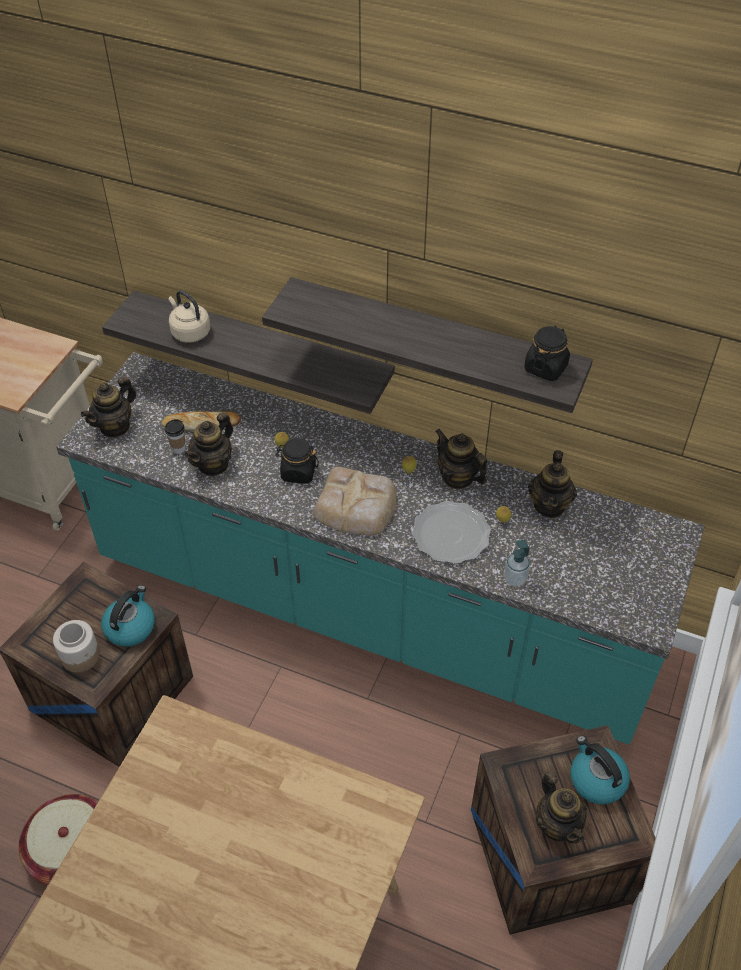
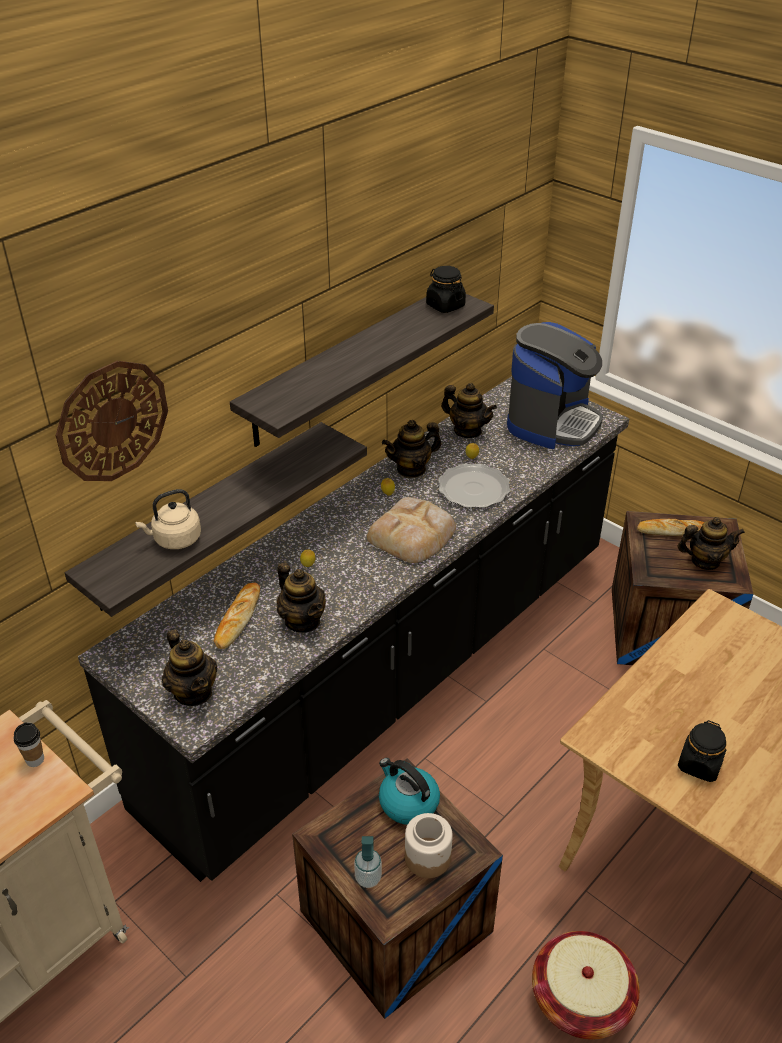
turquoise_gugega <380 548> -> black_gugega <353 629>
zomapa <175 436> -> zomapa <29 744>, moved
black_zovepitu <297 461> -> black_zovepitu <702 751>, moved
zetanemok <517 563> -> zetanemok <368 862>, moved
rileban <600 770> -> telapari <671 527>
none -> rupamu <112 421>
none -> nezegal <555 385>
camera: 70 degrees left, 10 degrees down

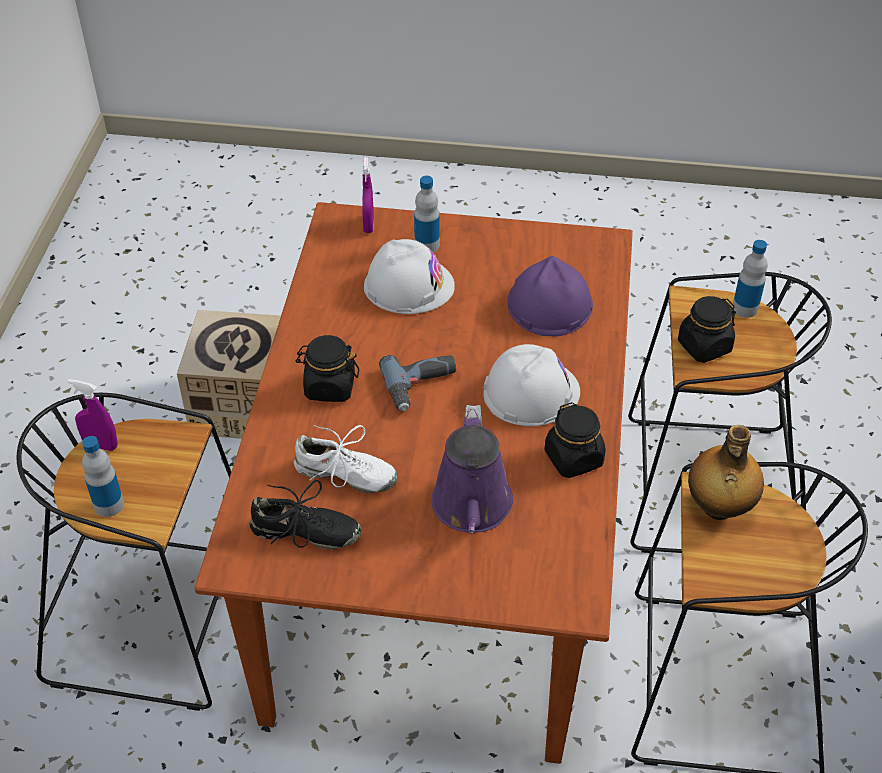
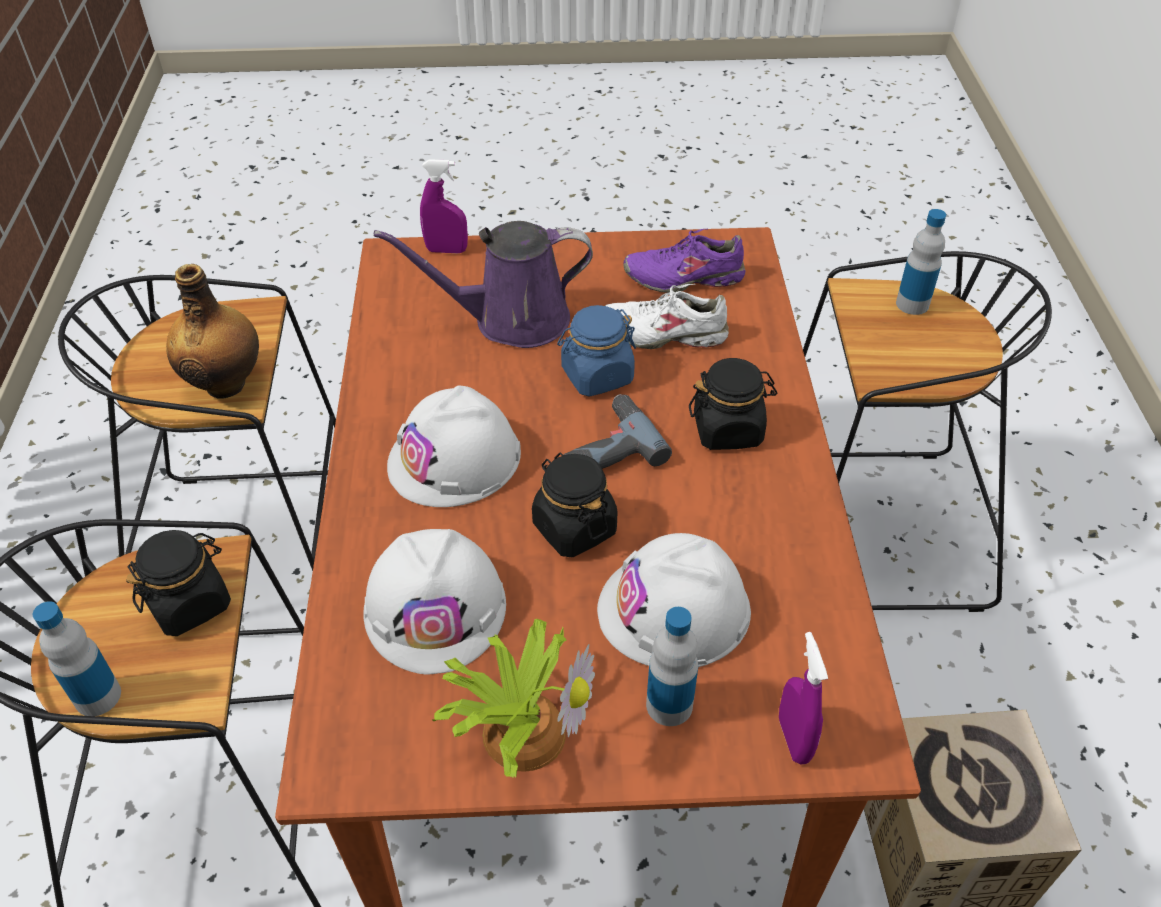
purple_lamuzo <93 415> -> purple_lamuzo <444 206>, moved
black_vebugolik <305 515> -> purple_vebugolik <684 261>
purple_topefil <472 469> -> purple_topefil <483 284>, 90 degrees counterclockwise
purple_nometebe <550 296> -> white_nometebe <434 602>
black_zovepitu <575 440> -> black_zovepitu <575 504>, moved
none -> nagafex <513 698>
none -> blue_zovepitu <596 351>
camera: 170 degrees right, 0 degrees up

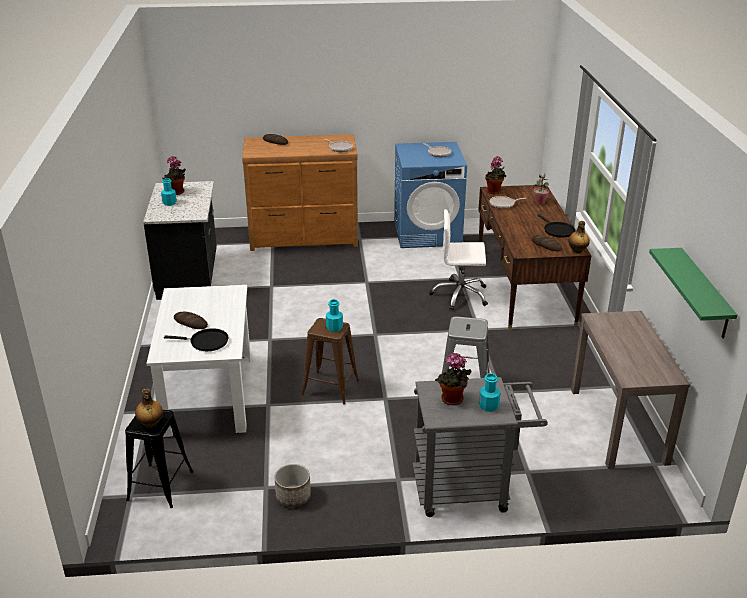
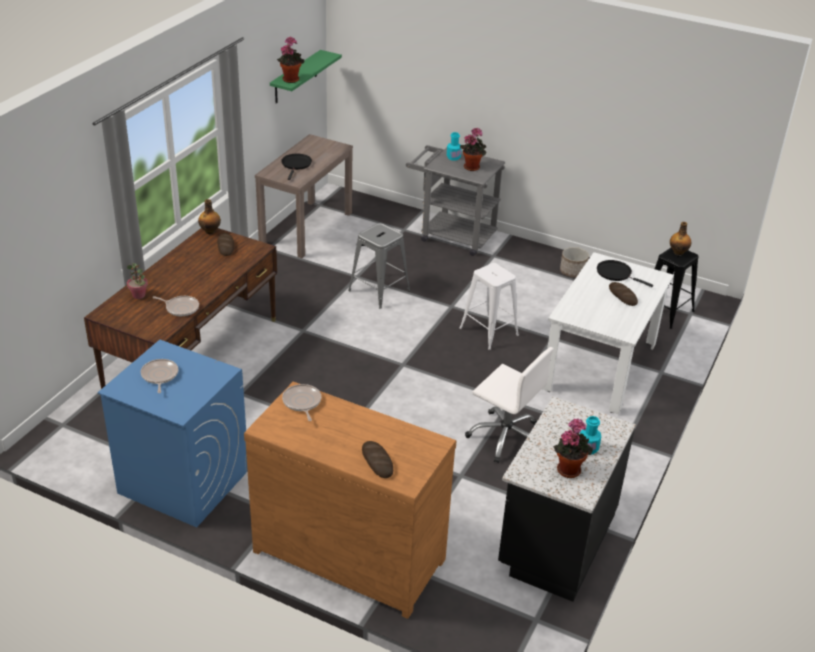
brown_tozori <330 361> -> white_tozori <489 306>
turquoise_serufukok <334 315> -> none
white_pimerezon <458 259> -> white_pimerezon <509 405>, moved
nagafex <495 175> -> nagafex <290 60>, moved
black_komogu <556 226> -> black_komogu <296 167>, moved
camera: 150 degrees left, 5 degrees up

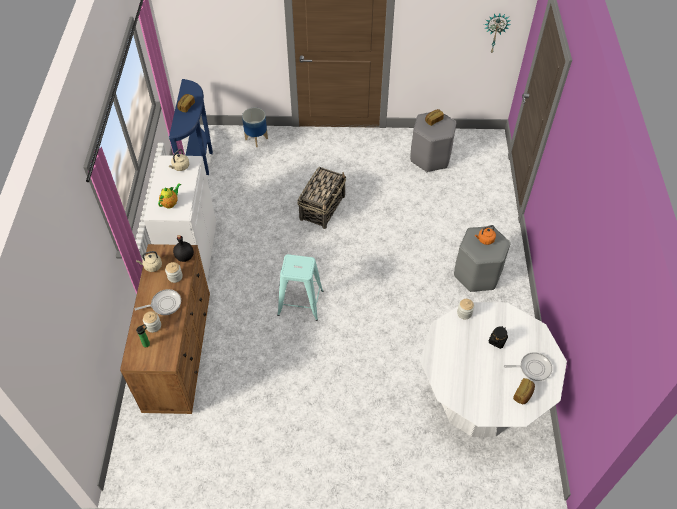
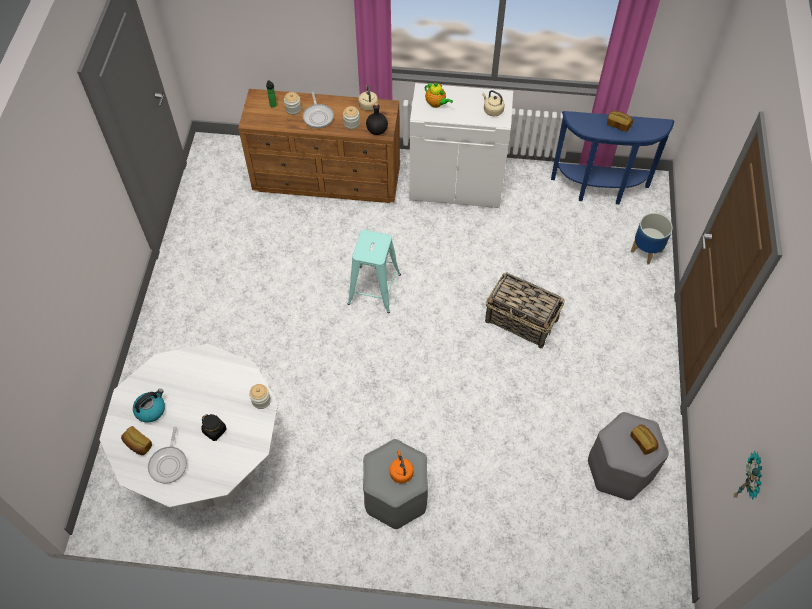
none -> rileban <149 406>
camera: 95 degrees right, 5 degrees up

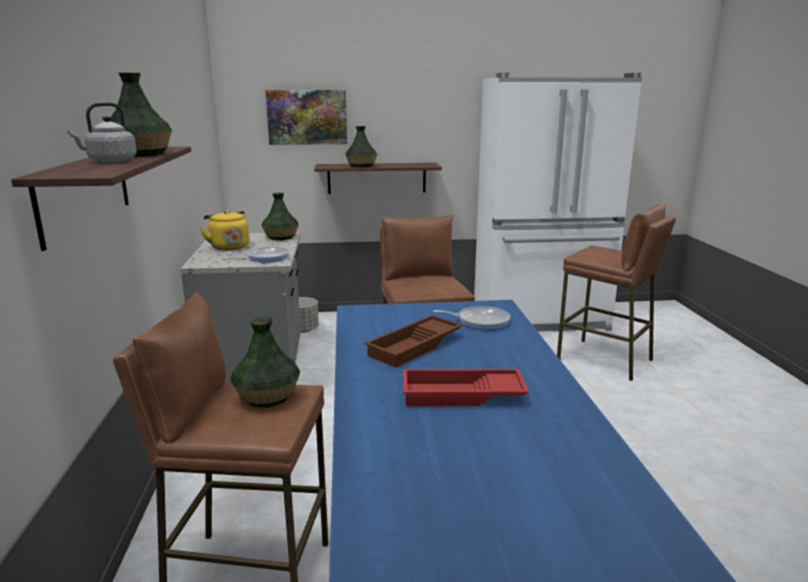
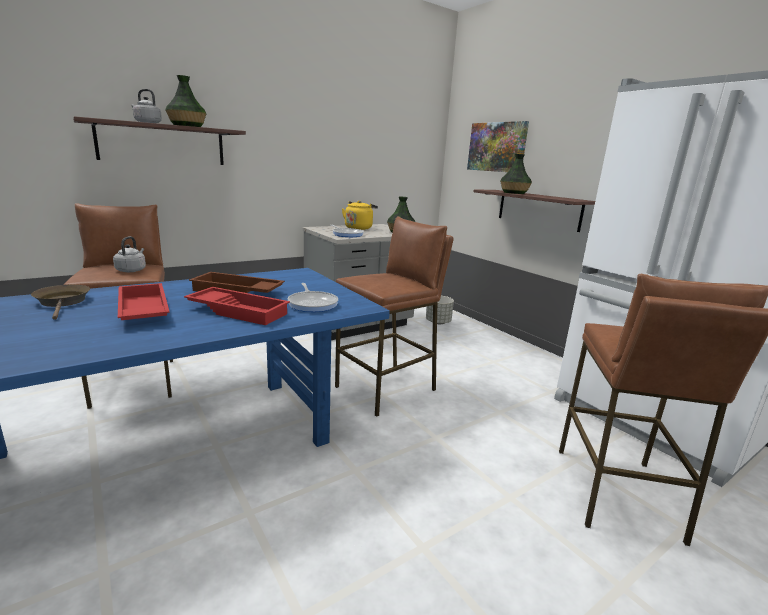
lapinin <265 362> -> grey_rileban <129 254>
none -> brown_komogu <60 302>
none -> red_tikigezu <237 306>
camera: 60 degrees right, 0 degrees up

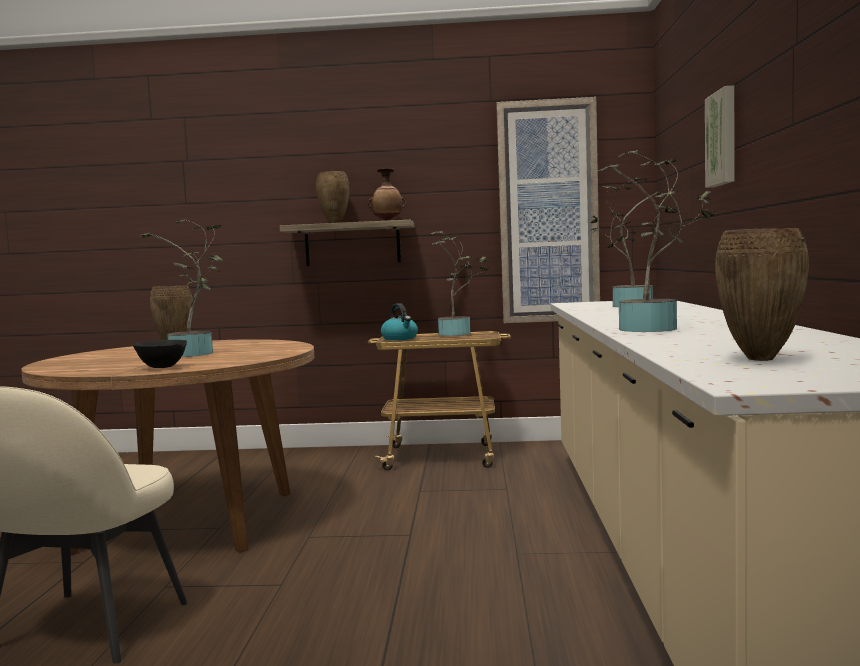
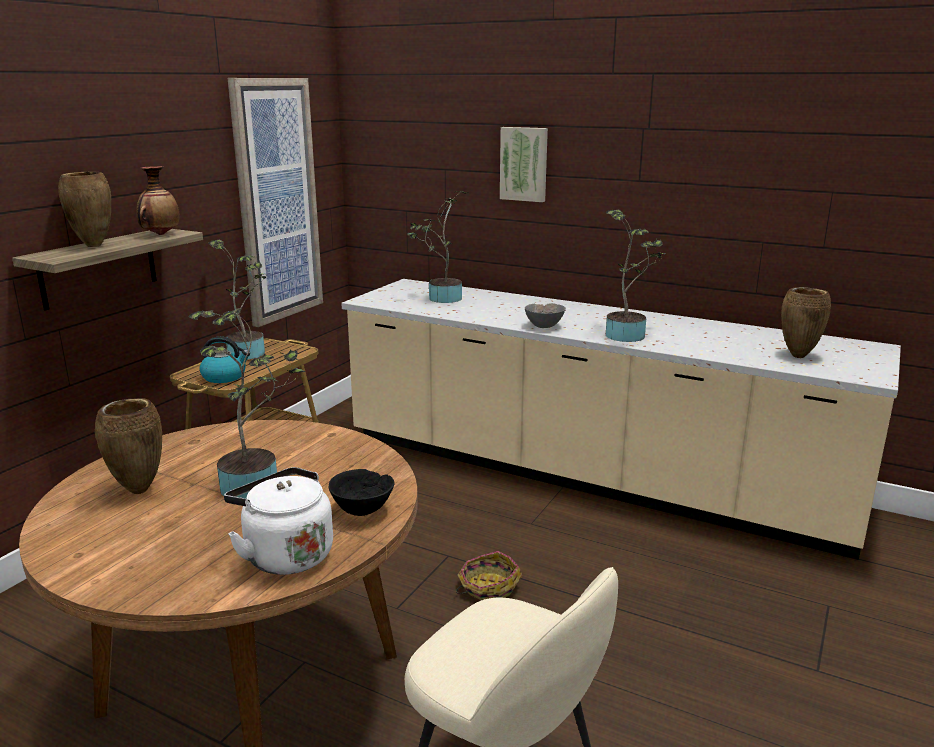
none -> white_rileban <278 521>
none -> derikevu <489 575>
none -> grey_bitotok <545 315>
camera: 65 degrees left, 15 degrees up

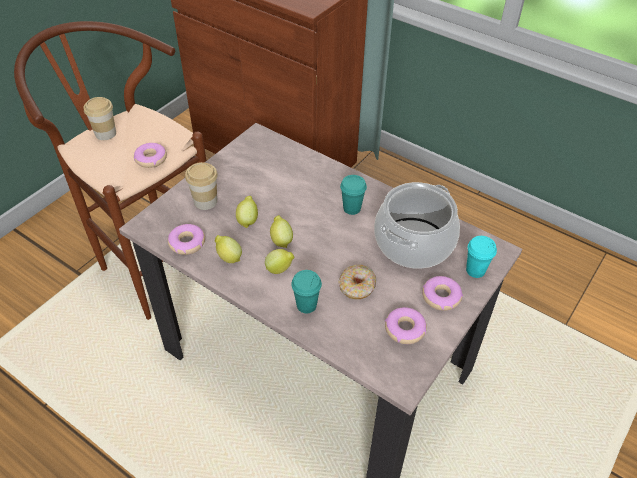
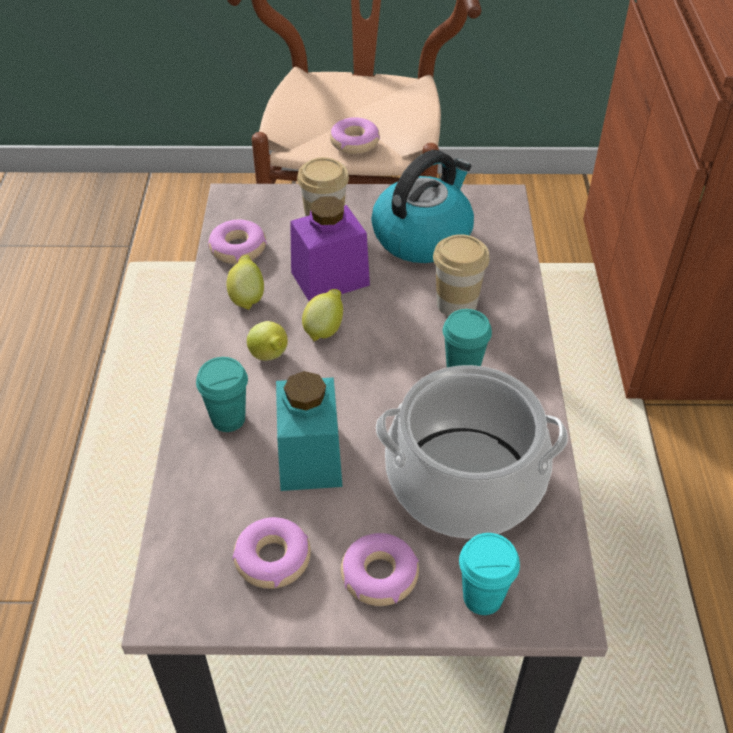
zomapa <99 118> -> zomapa <461 275>, moved
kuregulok <247 212> -> purple_zovepitu <330 248>
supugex <357 282> -> turquoise_zovepitu <309 431>
none -> rileban <422 206>
camera: 55 degrees right, 0 degrees up

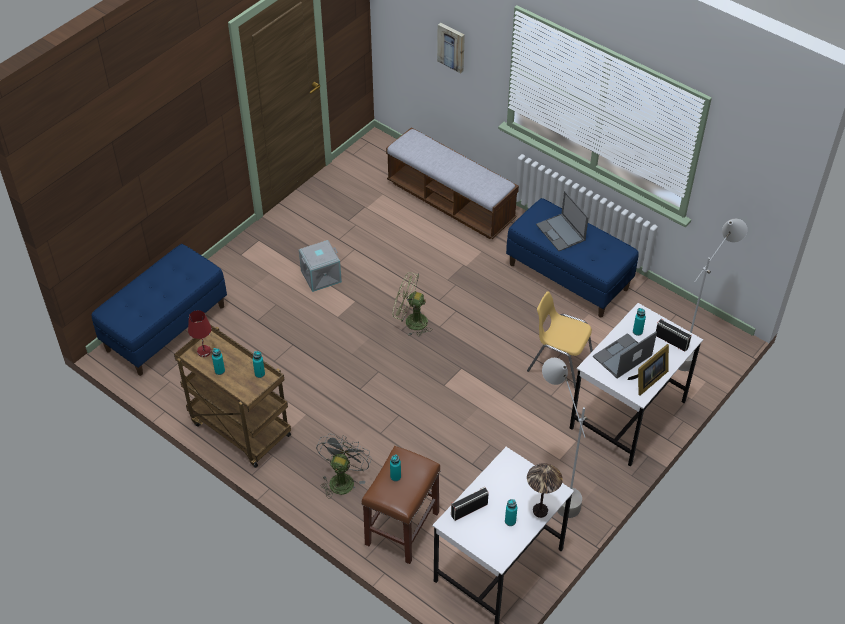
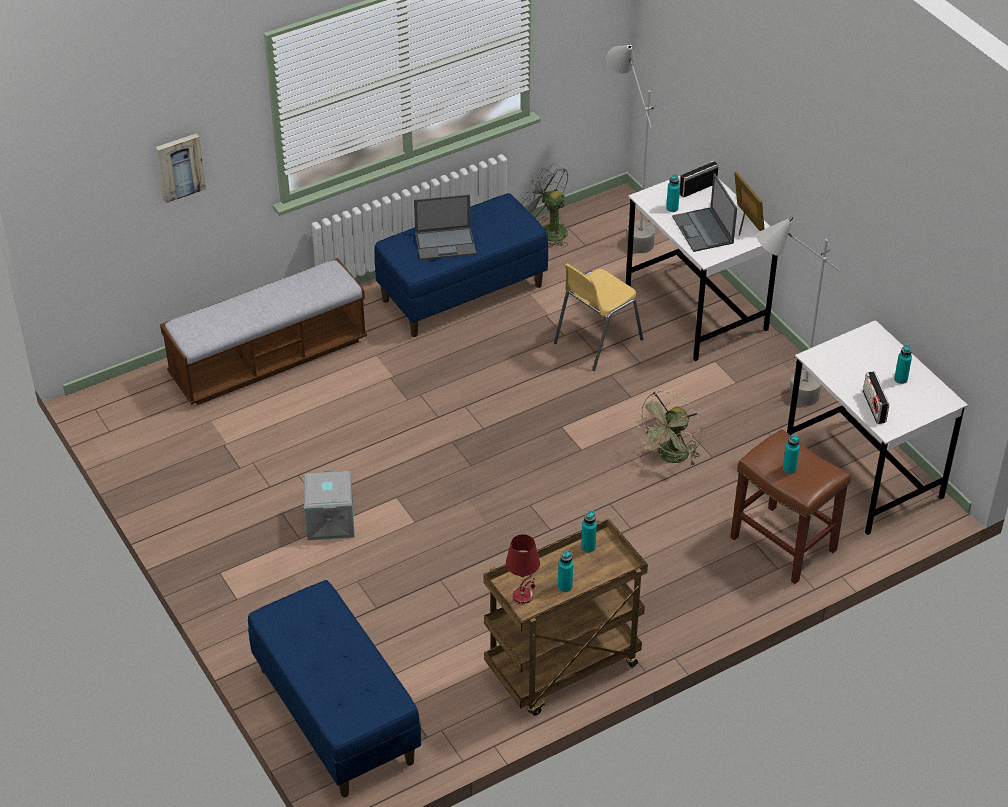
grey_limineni <344 466> -> grey_limineni <545 205>, moved
green_limineni <412 304> -> green_limineni <668 429>, moved
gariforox <545 490> -> none
camera: 70 degrees left, 5 degrees down

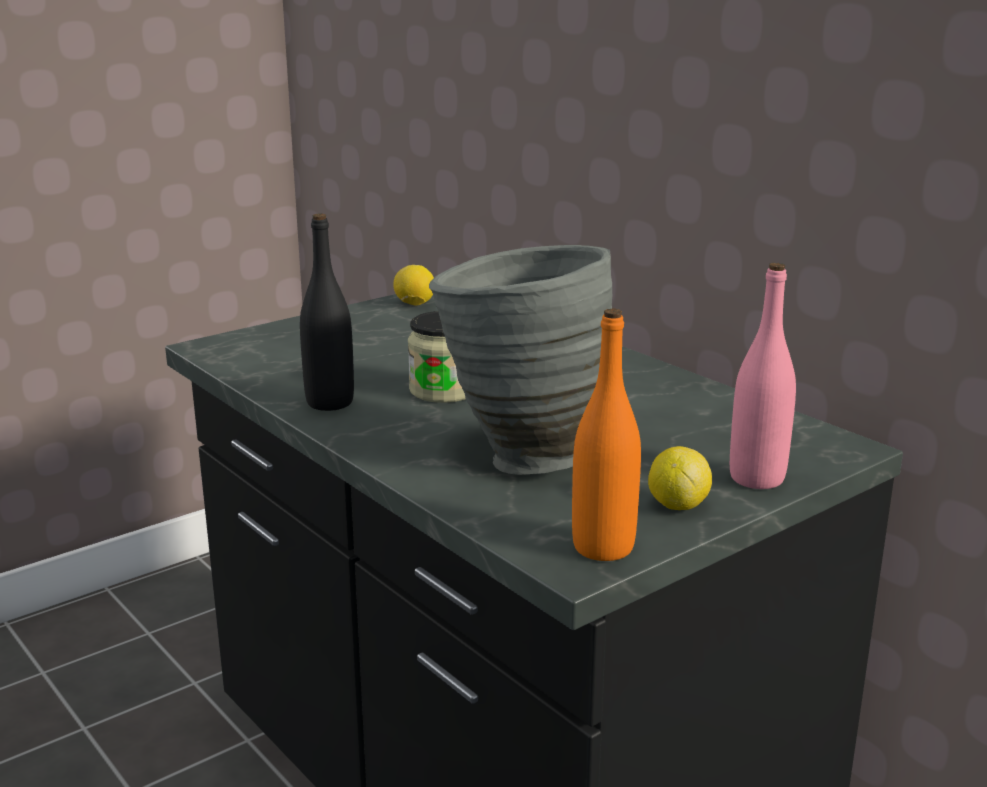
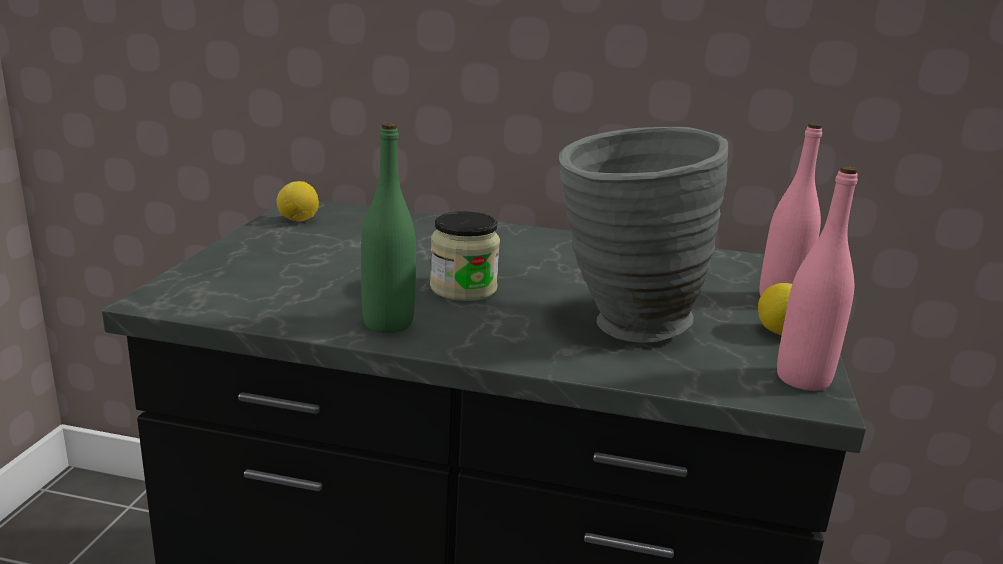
black_serufukok <327 312> -> green_serufukok <388 228>
orange_serufukok <606 434> -> pink_serufukok <817 278>
camera: 40 degrees left, 0 degrees up

